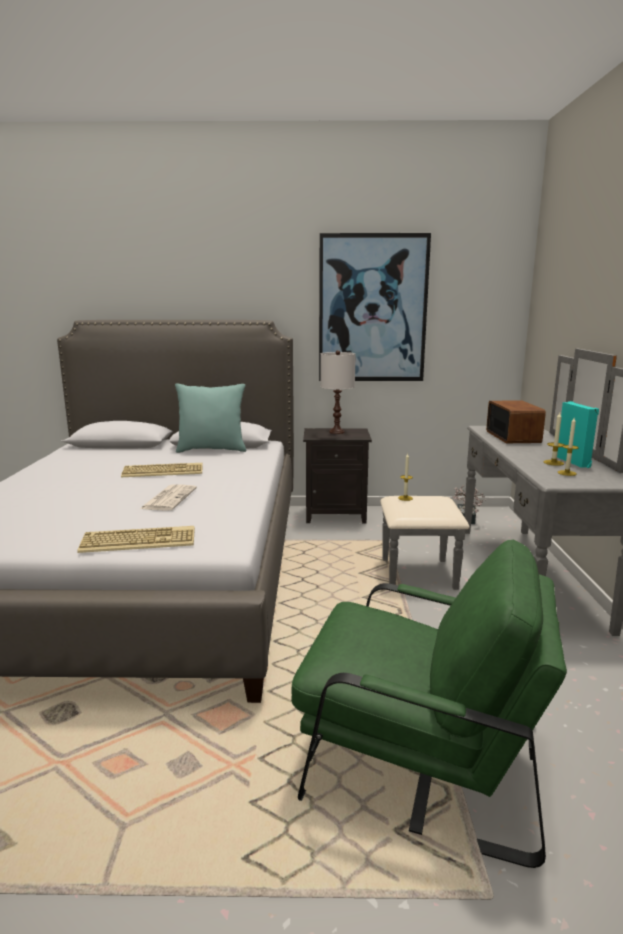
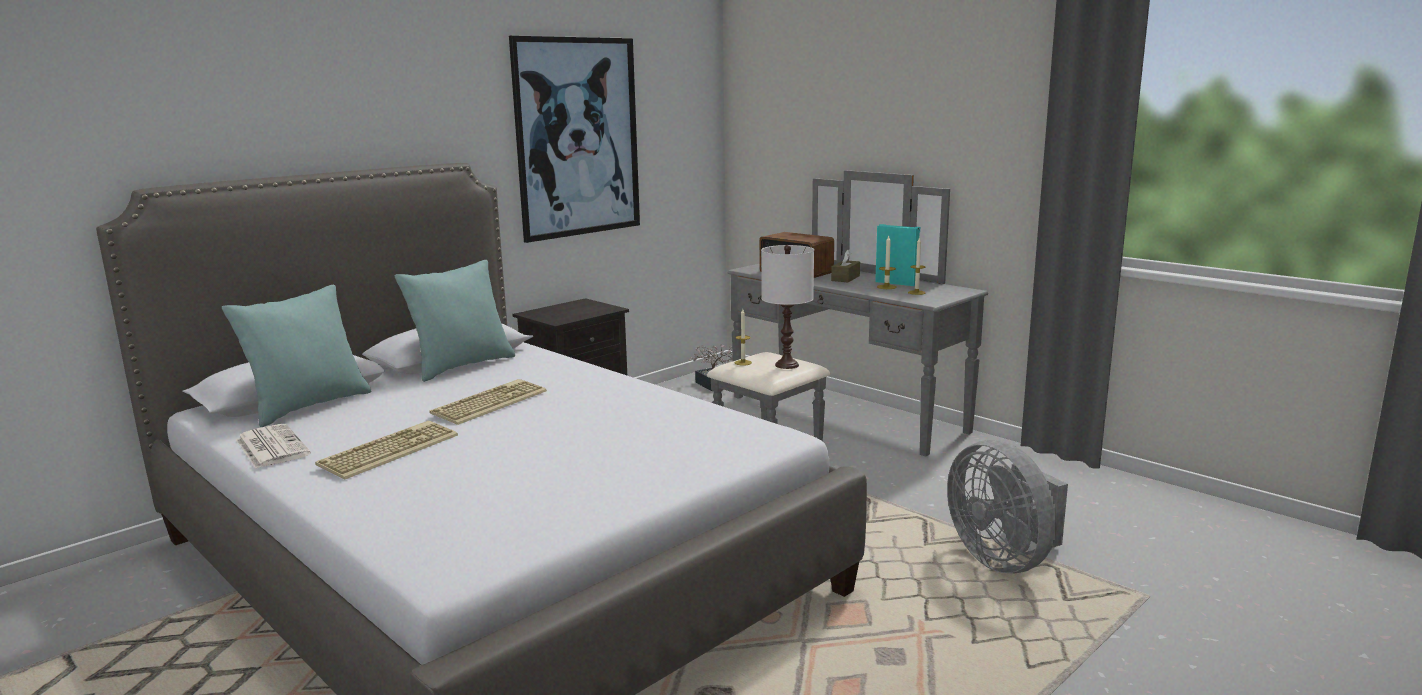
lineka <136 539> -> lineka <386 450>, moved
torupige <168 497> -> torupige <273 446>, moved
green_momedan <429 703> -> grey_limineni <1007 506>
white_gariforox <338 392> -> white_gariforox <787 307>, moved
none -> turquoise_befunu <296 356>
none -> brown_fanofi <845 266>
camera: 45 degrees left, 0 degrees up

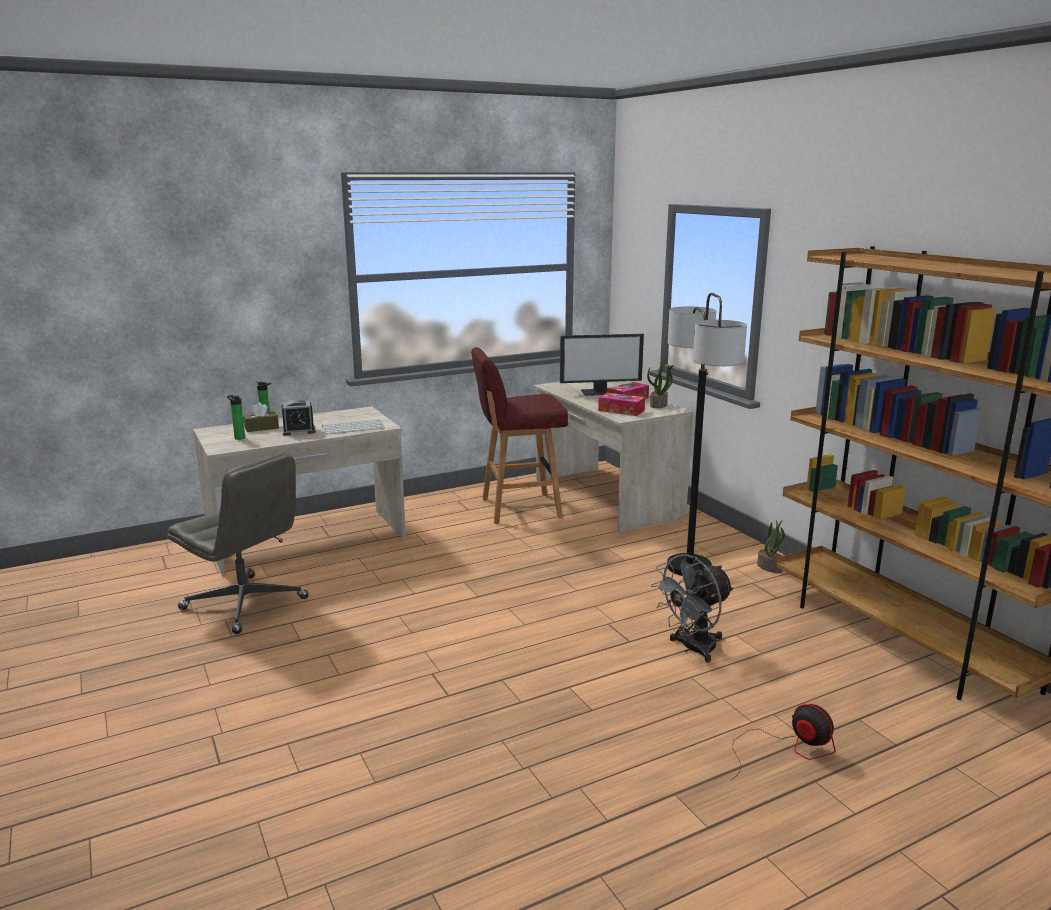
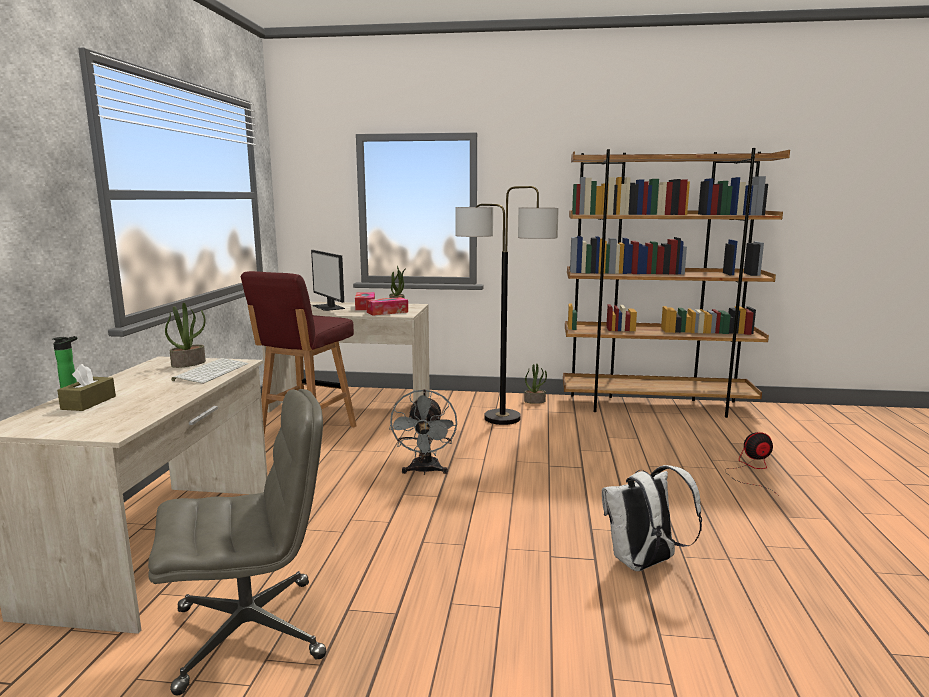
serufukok <236 417> -> none
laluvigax <298 418> -> none
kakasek <602 365> -> kakasek <328 280>, 120 degrees clockwise
grey_limineni <692 608> -> grey_limineni <423 432>, moved
none -> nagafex <185 335>
none -> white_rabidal <652 518>
camera: 55 degrees left, 5 degrees down

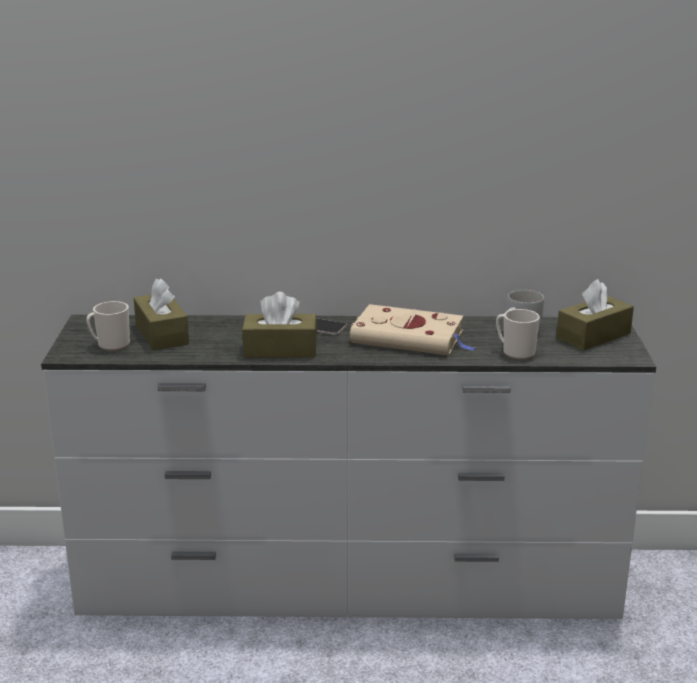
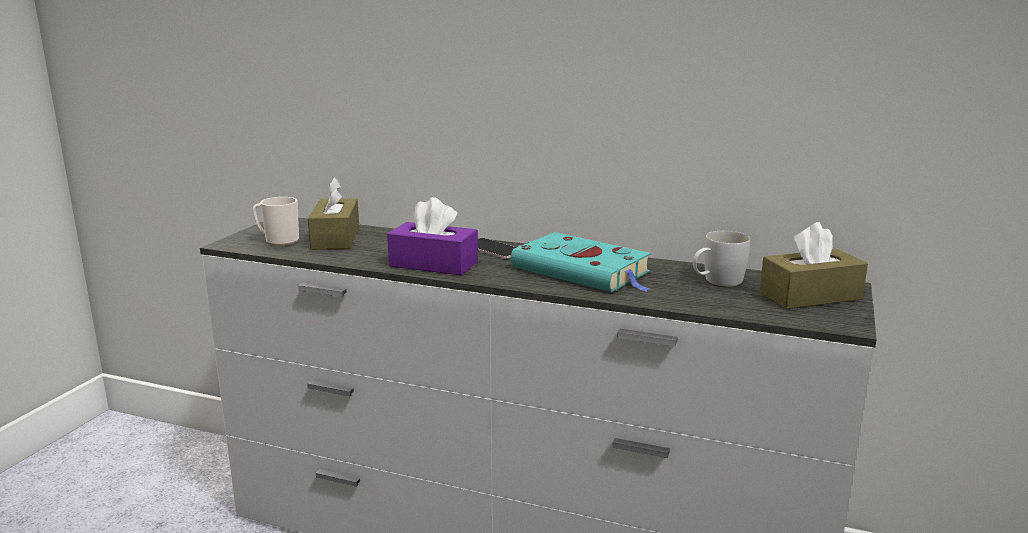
brown_fanofi <279 325> -> purple_fanofi <432 236>
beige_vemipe <413 329> -> turquoise_vemipe <581 262>
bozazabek <518 334> -> none
camera: 20 degrees right, 5 degrees down

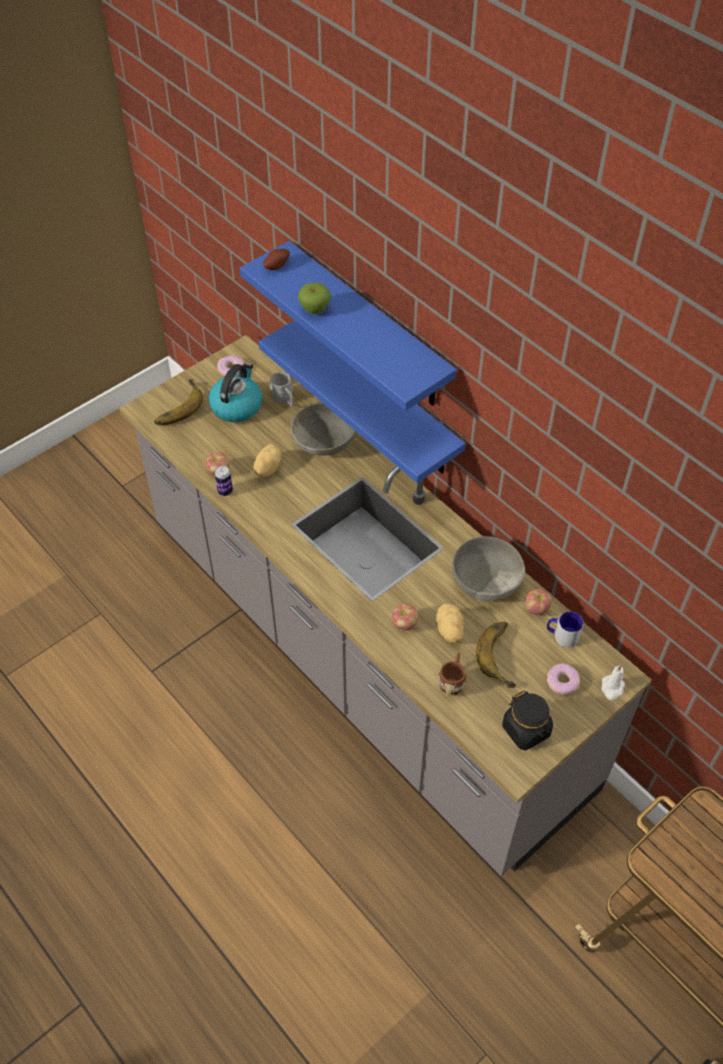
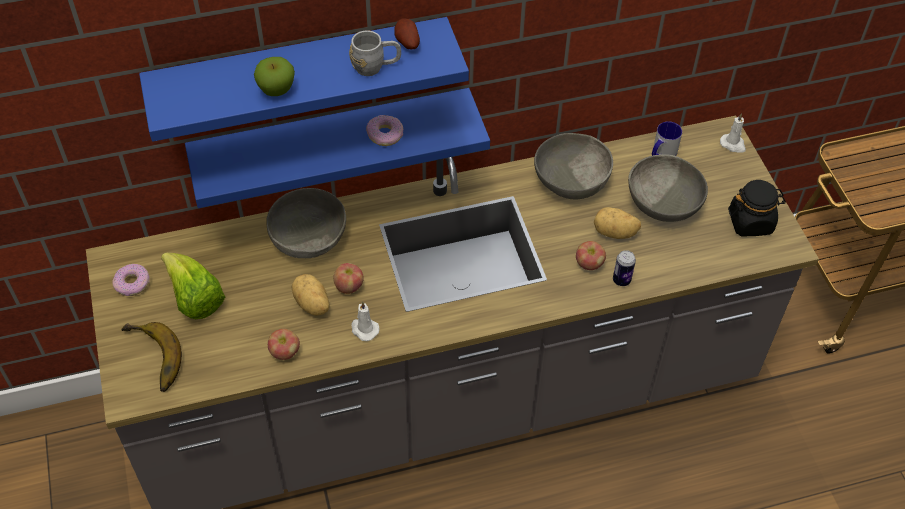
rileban <235 392> -> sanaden <193 286>
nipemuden <224 481> -> nipemuden <624 268>, moved
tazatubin <276 259> -> tazatubin <407 33>, moved
grey_bozazabek <281 389> -> grey_bozazabek <375 53>, moved
brown_bozazabek <452 674> -> none
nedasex <496 655> -> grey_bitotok <668 188>
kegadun <537 602> -> kegadun <348 278>, moved
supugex <563 679> -> supugex <384 130>, moved
none -> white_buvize <366 321>
camera: 65 degrees left, 0 degrees up

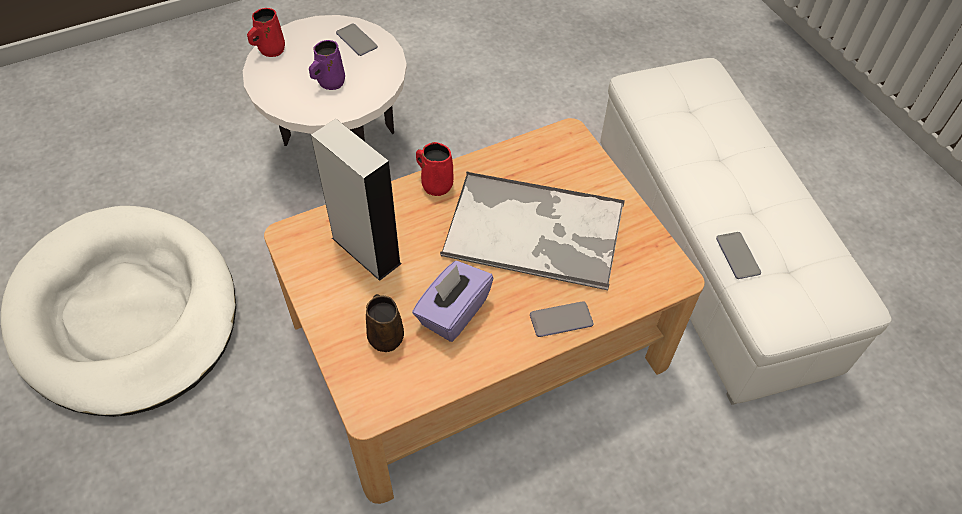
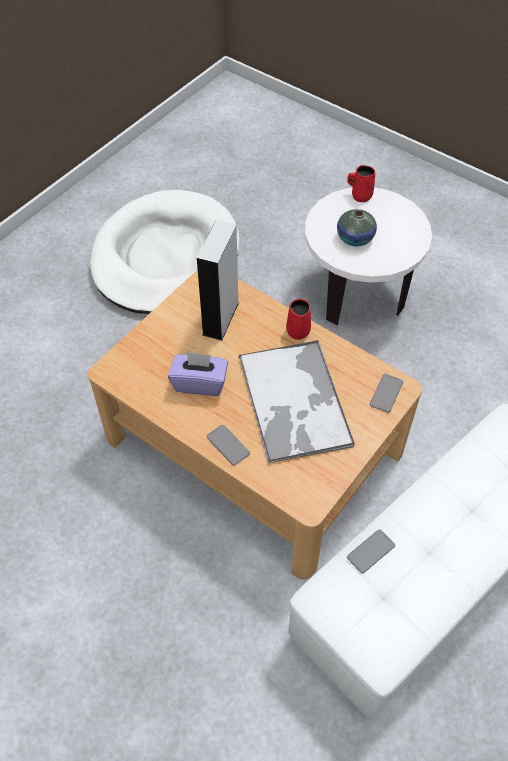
purple_bozazabek <327 65> -> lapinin <357 227>
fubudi <357 40> -> fubudi <386 393>, moved
brown_bozazabek <385 323> -> none
camera: 65 degrees right, 0 degrees up

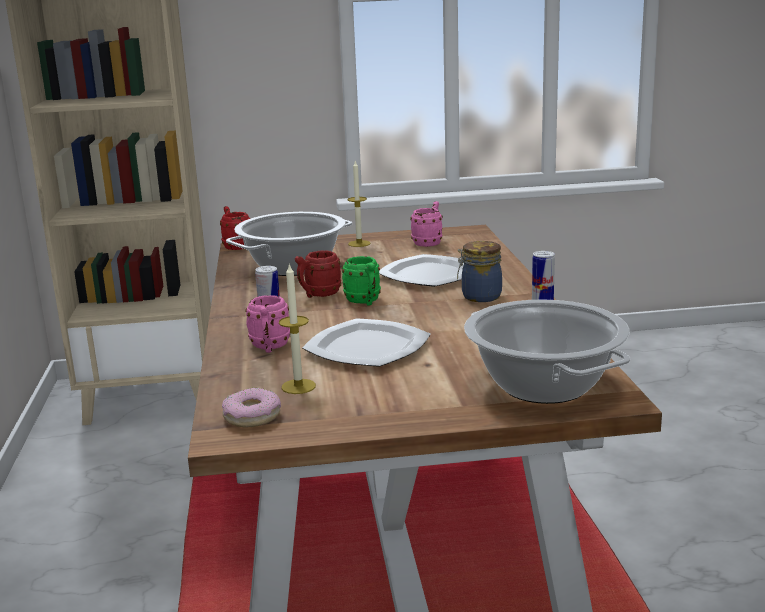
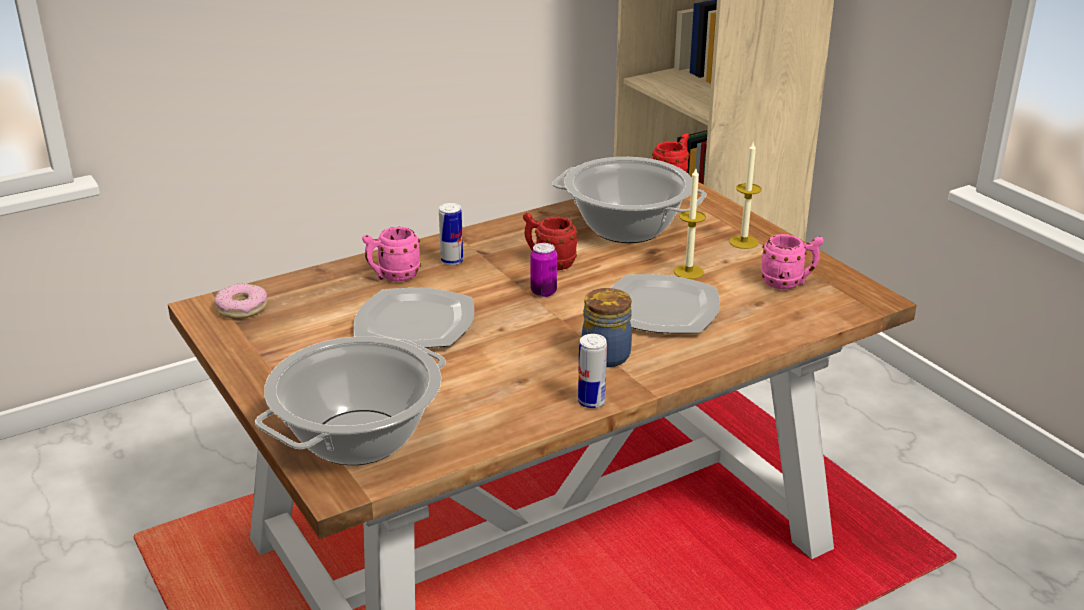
buvize <297 328> -> buvize <690 223>, moved
green_bozazabek <361 281> -> nipemuden <543 270>
camera: 65 degrees right, 10 degrees up

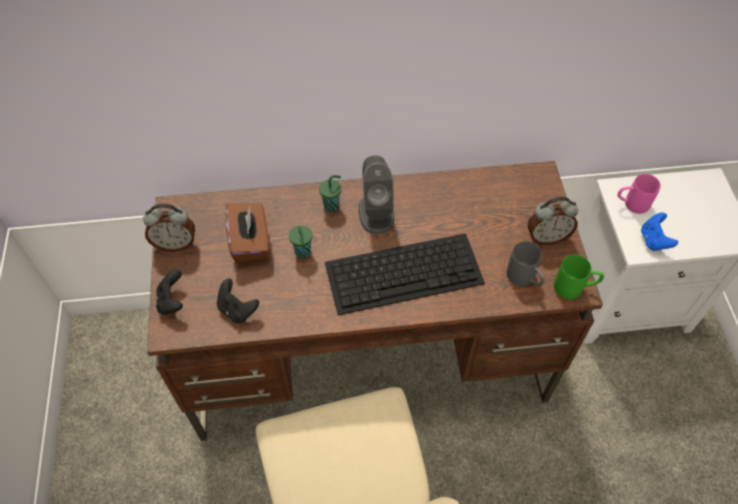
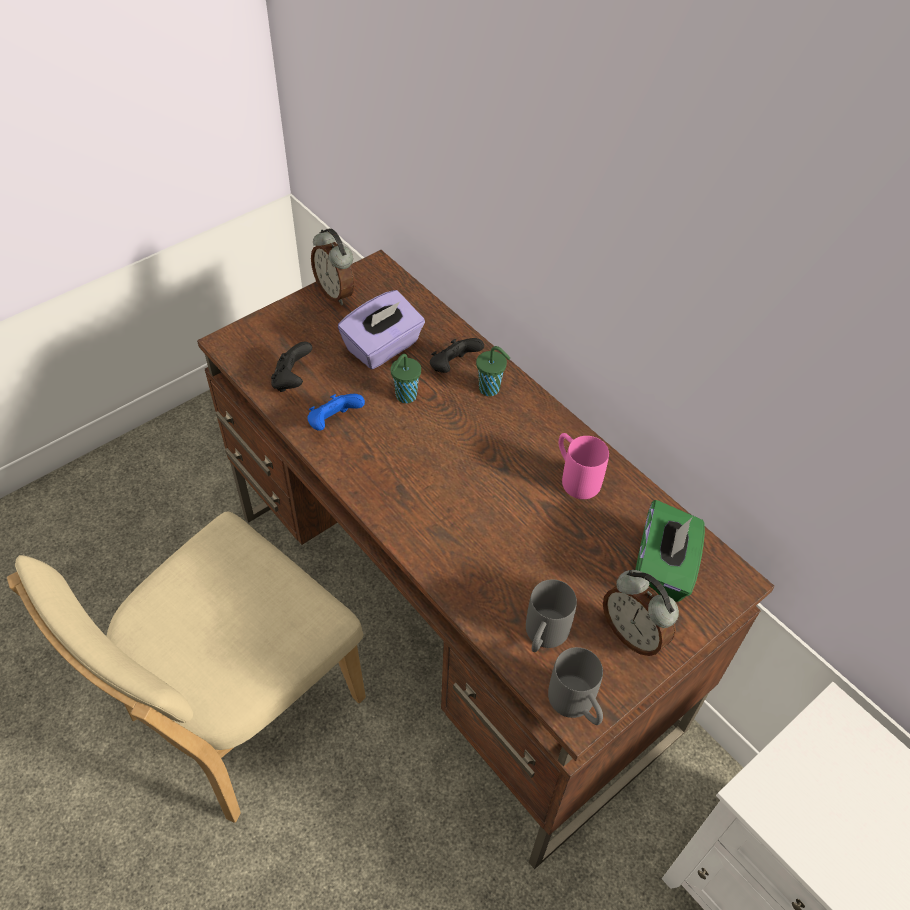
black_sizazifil <169 292> -> black_sizazifil <457 355>, moved
brown_fanofi <247 233> -> purple_fanofi <381 329>
lineka <405 274> -> none
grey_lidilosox <376 194> -> none
green_bozazabek <579 277> -> grey_bozazabek <575 686>
pink_bozazabek <639 194> -> pink_bozazabek <584 466>, moved
blue_sizazifil <659 231> -> blue_sizazifil <336 412>, moved
none -> green_fanofi <670 551>
camera: 55 degrees right, 5 degrees down

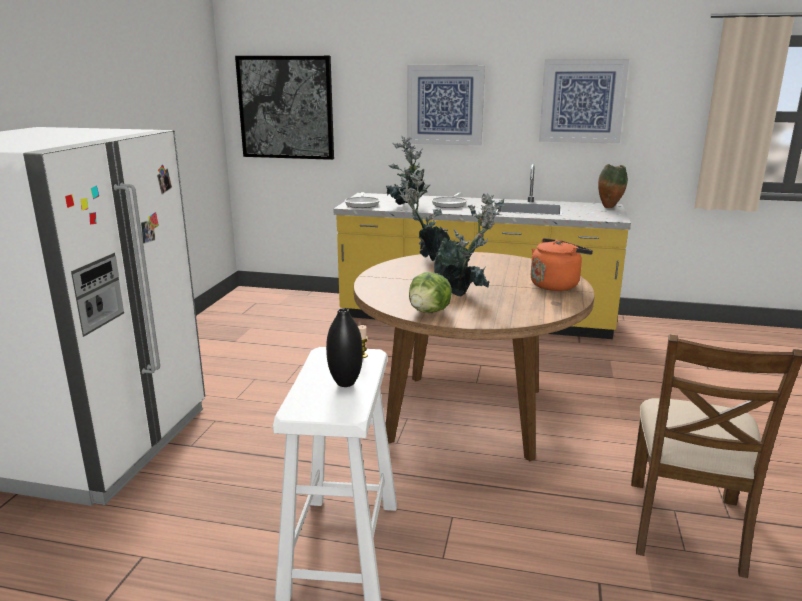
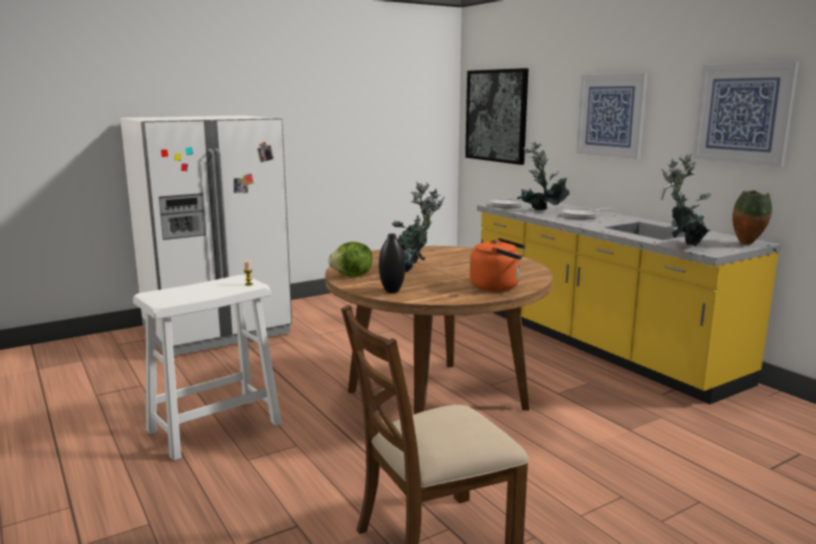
black_lapinin <344 347> -> black_lapinin <392 263>, moved
nagafex <424 216> -> nagafex <686 200>, moved
camera: 45 degrees right, 5 degrees down

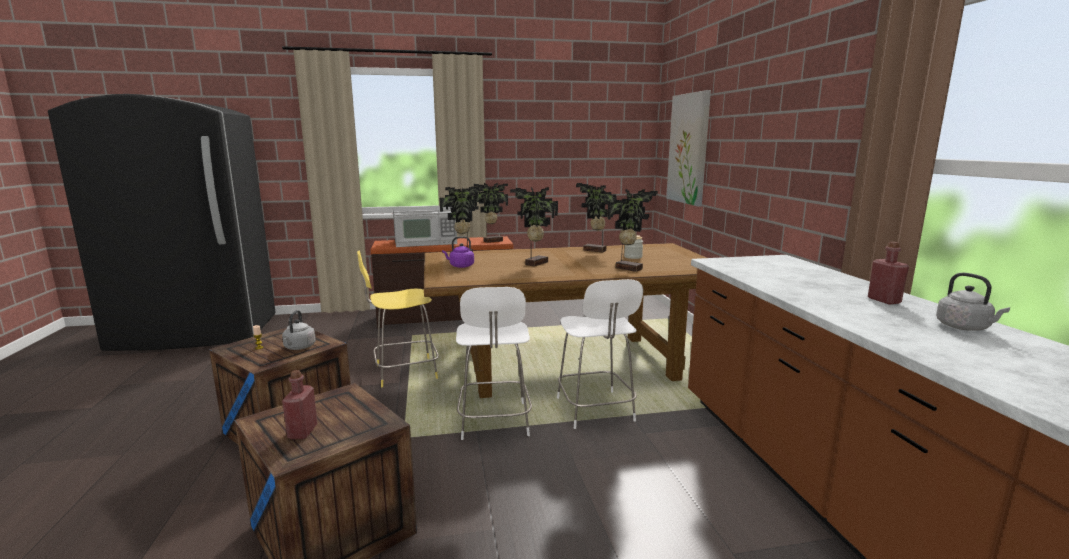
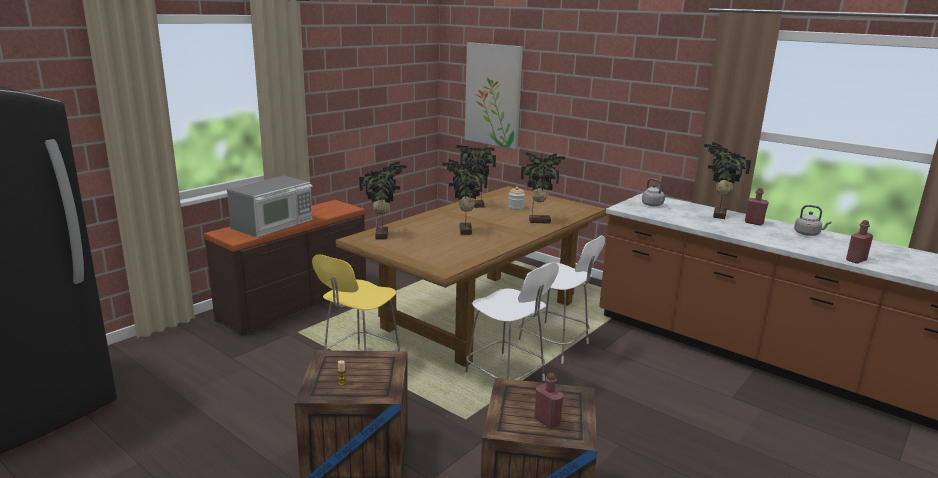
grey_rileban <299 330> -> grey_rileban <655 192>, moved
purple_rileban <458 252> -> none
nagafex <491 213> -> nagafex <727 180>, moved
none -> red_serufukok <859 242>
camera: 40 degrees left, 5 degrees up

